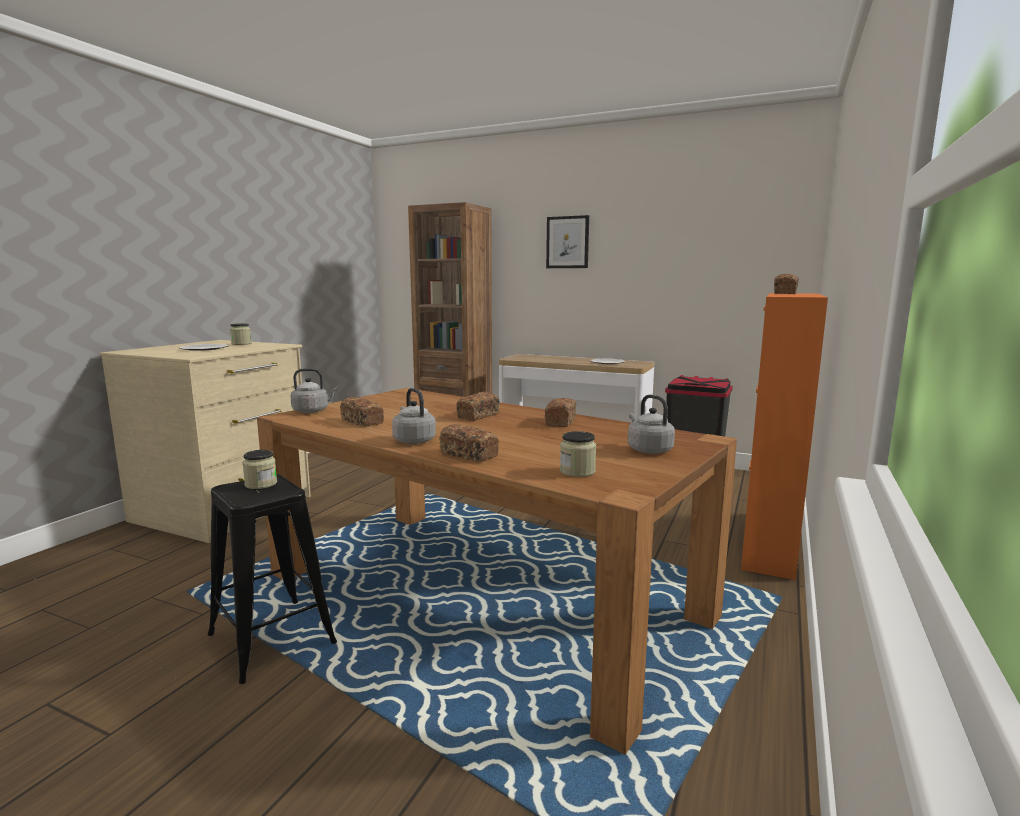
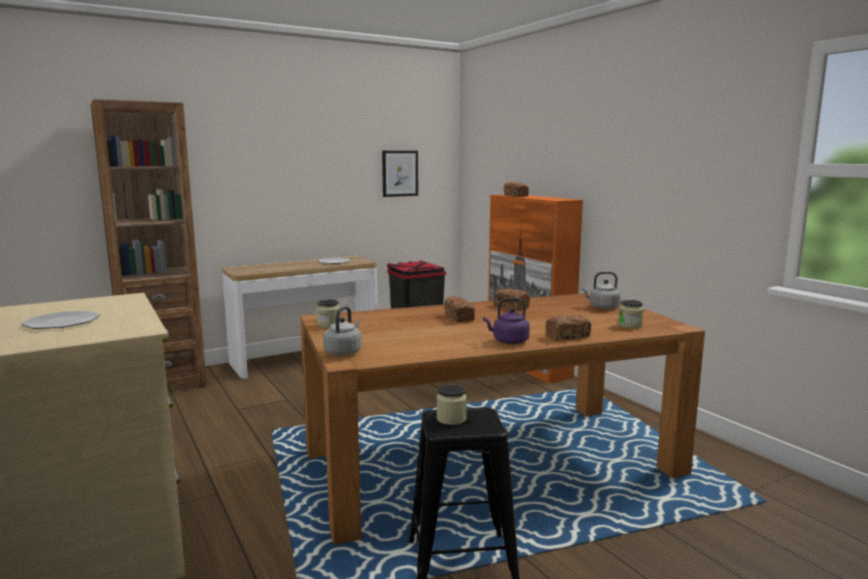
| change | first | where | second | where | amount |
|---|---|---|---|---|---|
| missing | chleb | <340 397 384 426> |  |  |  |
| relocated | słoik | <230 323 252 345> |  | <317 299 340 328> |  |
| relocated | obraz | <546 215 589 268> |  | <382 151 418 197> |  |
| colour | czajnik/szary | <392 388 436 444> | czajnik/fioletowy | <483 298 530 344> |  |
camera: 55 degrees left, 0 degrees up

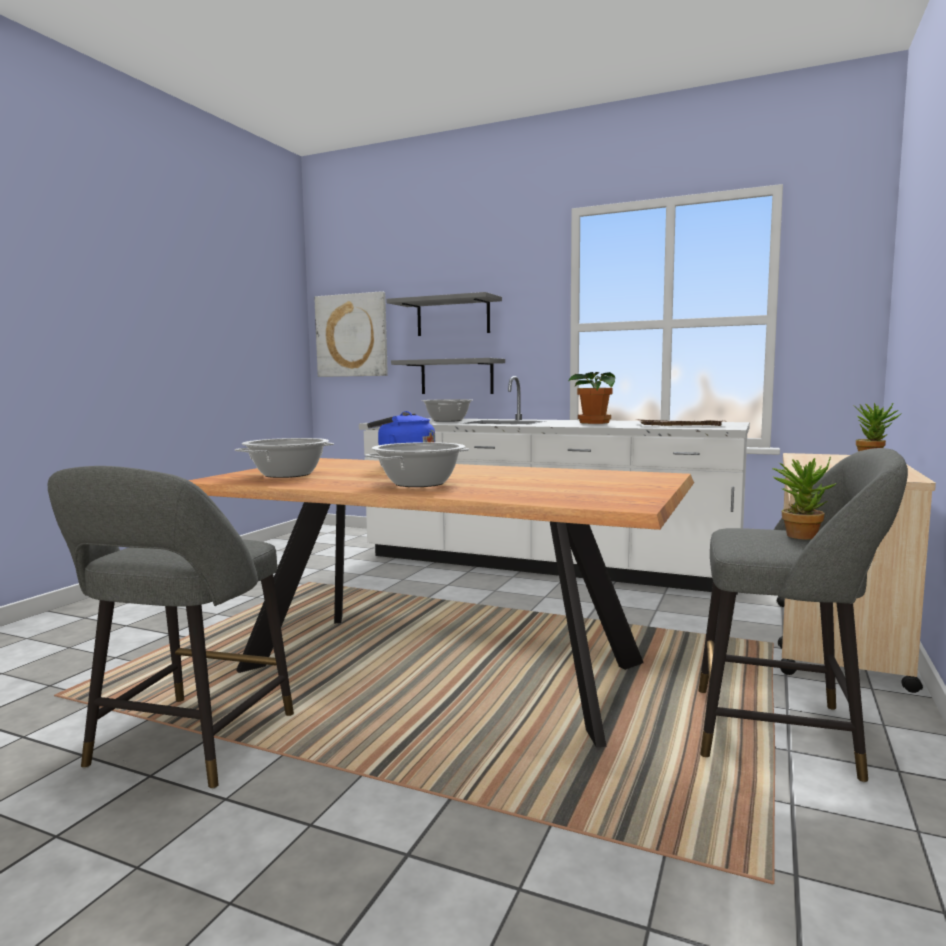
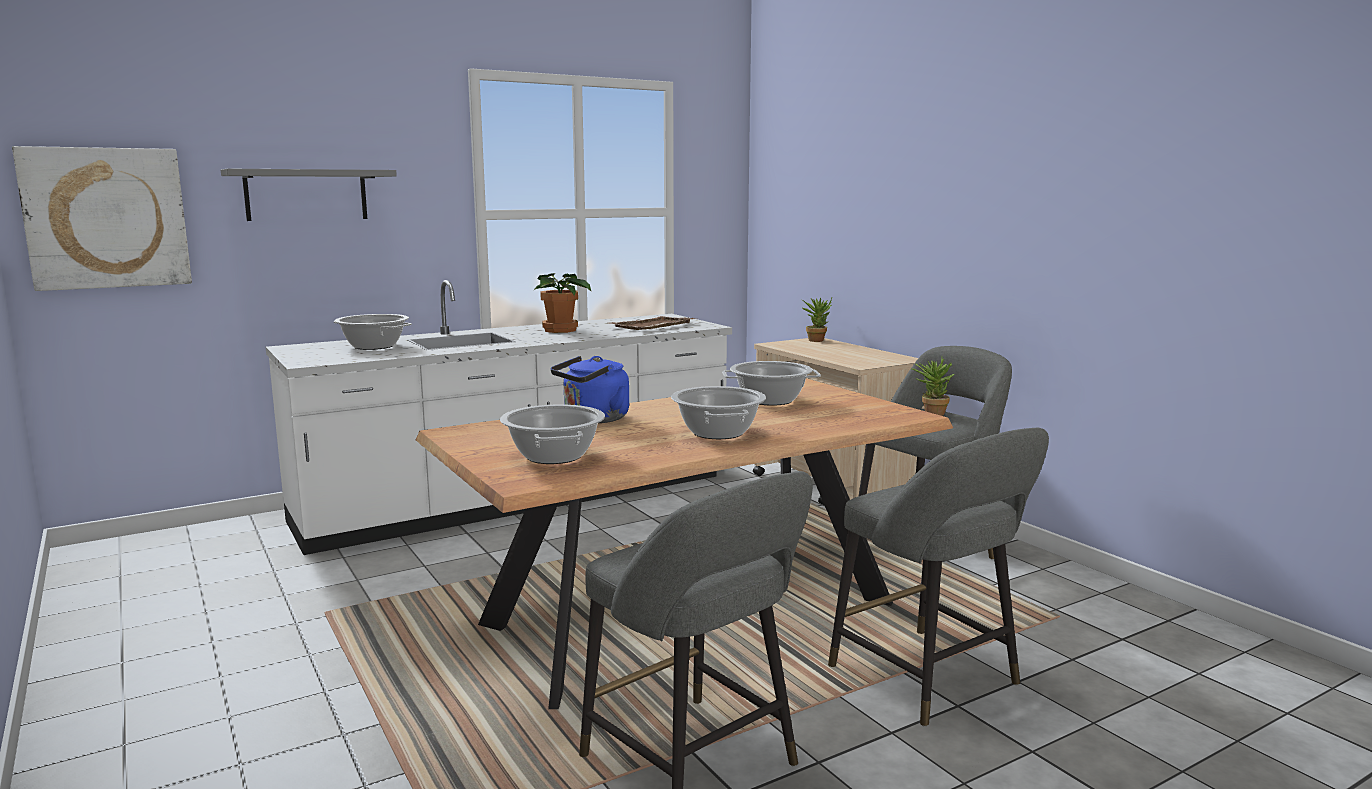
| change | first | where | second | where | amount |
|---|---|---|---|---|---|
| missing | półka/szary | <391 358 505 394> |  |  |  |
| appeared |  |  | garnek | <722 361 821 406> |  |
| appeared |  |  | stołek/szary | <828 428 1049 727> |  |
camera: 55 degrees left, 5 degrees up

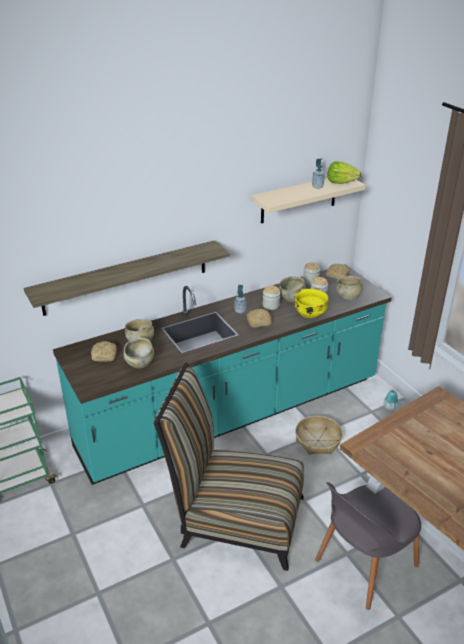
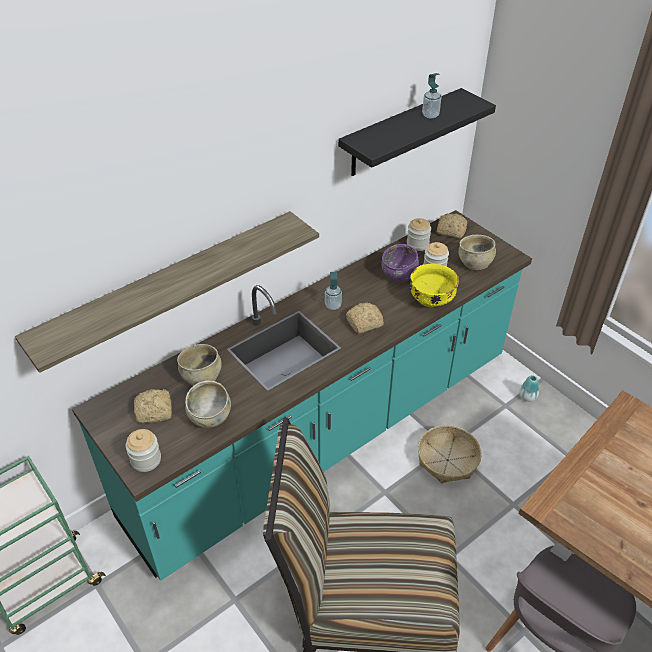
| change | first | where | second | where | amount |
|---|---|---|---|---|---|
| missing | sałata | <328 161 361 184> |  |  |  |
| relocated | słoik | <263 285 280 310> |  | <126 429 161 472> |  |
| colour | półka/beżowy | <251 178 366 223> | półka/czarny | <338 88 496 176> |  |
| colour | miska/beżowy | <279 276 306 302> | miska/fioletowy | <381 244 419 282> |  |
camera: 10 degrees left, 10 degrees up

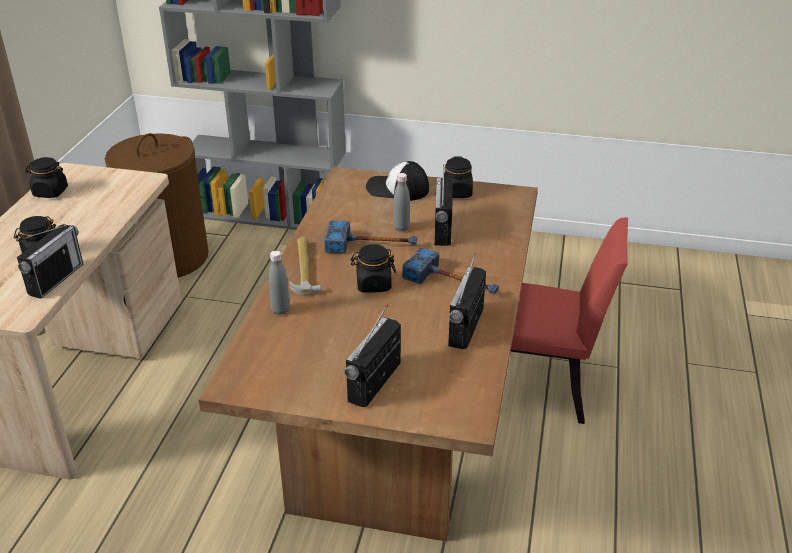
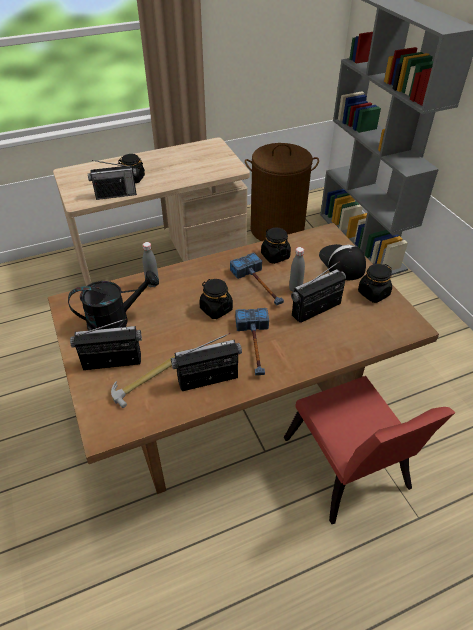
| change | first | where | second | where | amount |
|---|---|---|---|---|---|
| appeared |  |  | konewka/czarny | <68 270 159 331> |  |
| relocated | słoik/czarny | <26 157 68 198> |  | <261 227 291 264> |  |
| relocated | młotek | <289 237 322 295> |  | <111 351 181 408> |  |
camera: 55 degrees right, 10 degrees up

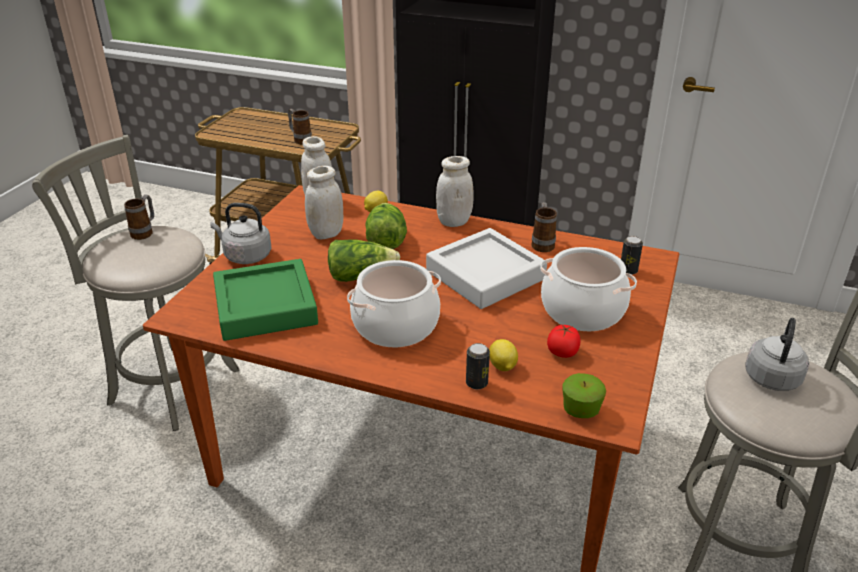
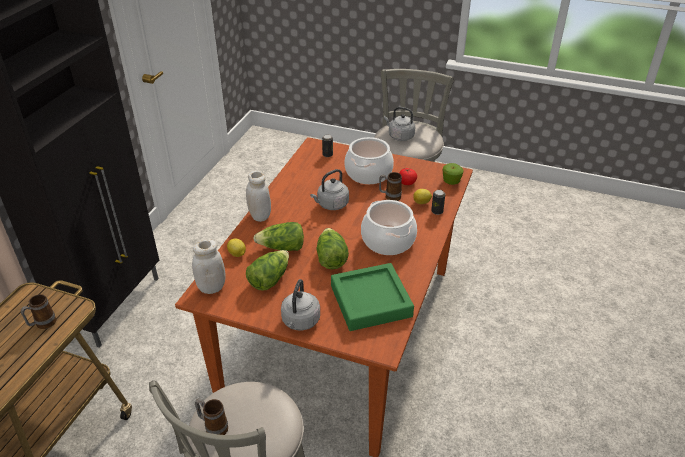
| change | first | where | second | where | amount |
|---|---|---|---|---|---|
| relocated | kubek | <531 202 557 252> |  | <379 172 402 201> |  |
| exchanged | słoik/biały | <305 166 343 239> | sałata | <246 250 289 290> |  |
| exchanged | taca/szary | <426 228 547 309> | czajnik/szary | <310 169 349 210> |  |
camera: 90 degrees left, 5 degrees up

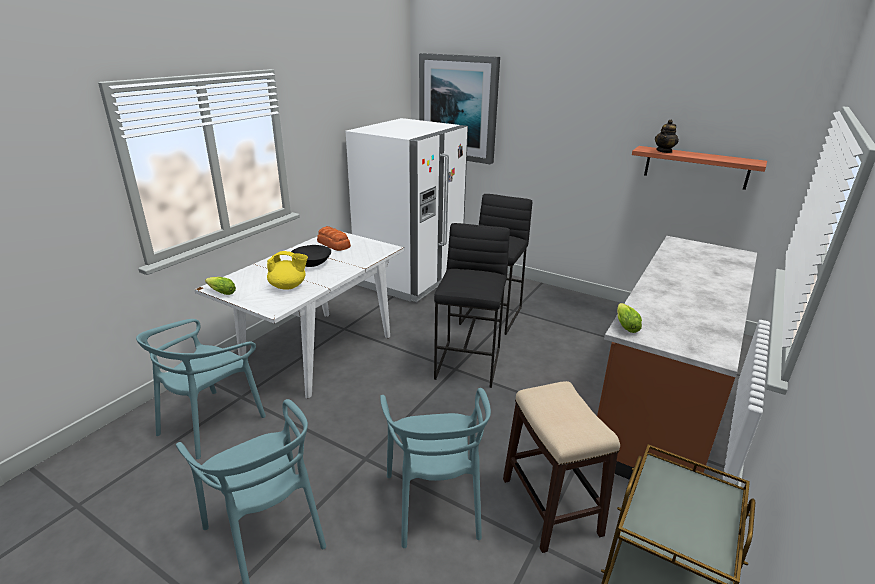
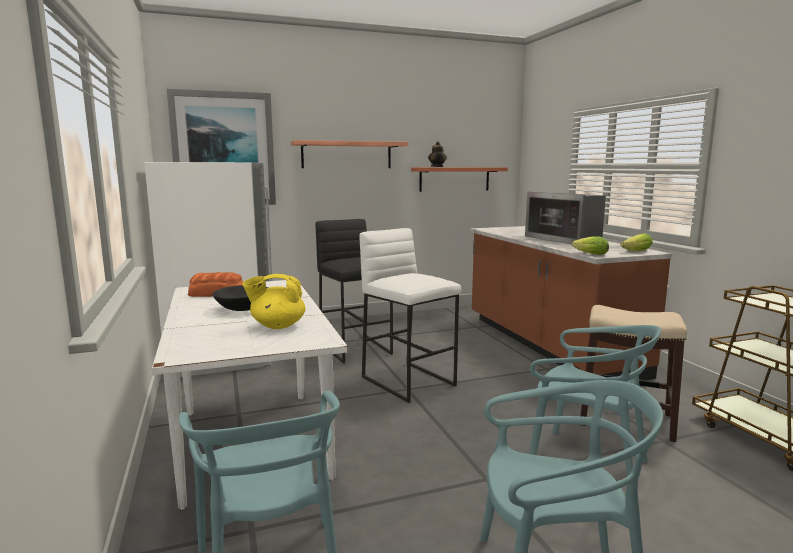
| change | first | where | second | where | amount |
|---|---|---|---|---|---|
| appeared |  |  | półka | <291 140 409 168> |  |
| appeared |  |  | mikrofalówka | <525 192 606 244> |  |
| relocated | sałata | <205 277 236 295> |  | <620 233 652 251> |  |
| colour | stołek/czarny | <434 223 510 388> | stołek/biały | <360 228 461 403> |  |
| spun | imbryk/żółty | <267 251 308 289> |  | <242 274 306 329> | 135 degrees counterclockwise |
camera: 50 degrees left, 15 degrees down

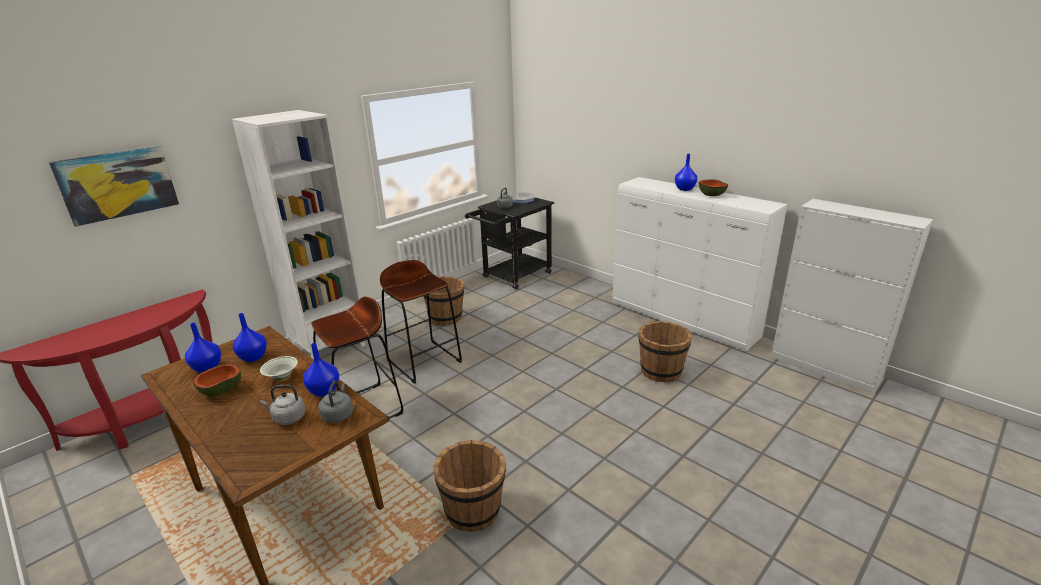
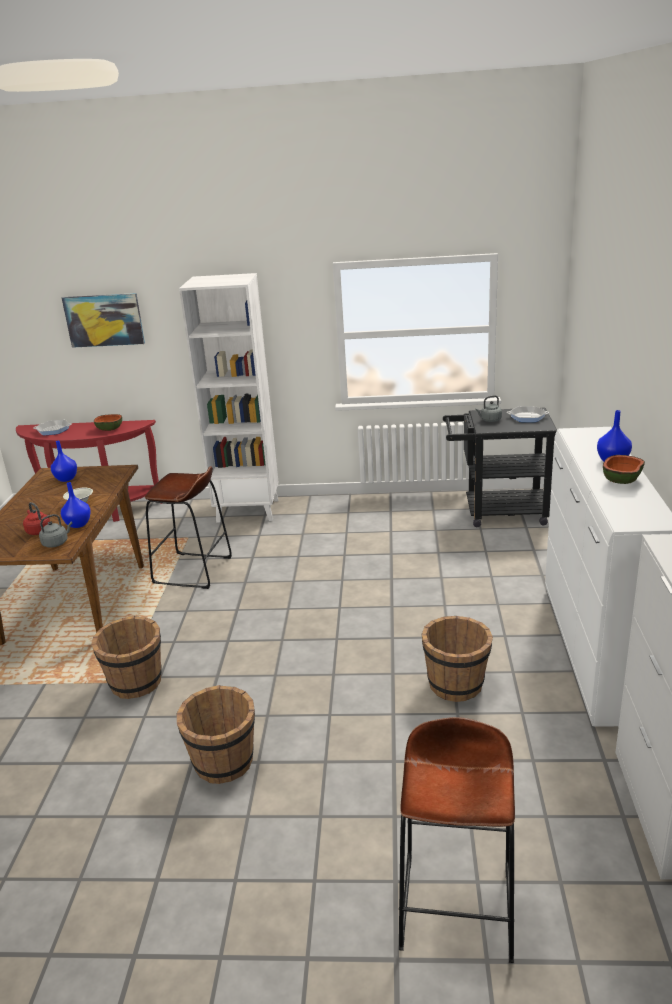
| change | first | where | second | where | amount |
|---|---|---|---|---|---|
| missing | wazon/niebieski | <233 313 267 362> |  |  |  |
| appeared |  |  | patelnia | <33 420 72 435> |  |
| relocated | miska | <193 363 241 396> |  | <94 414 122 431> |  |
| relocated | stołek/brązowy | <380 260 462 384> |  | <399 717 515 963> |  |
| relocated | wiadro/brązowy | <423 276 464 325> |  | <177 685 255 784> |  |
| colour | czajnik/szary | <260 384 306 425> | czajnik/czerwony | <23 502 50 535> |  |
camera: 50 degrees right, 0 degrees up

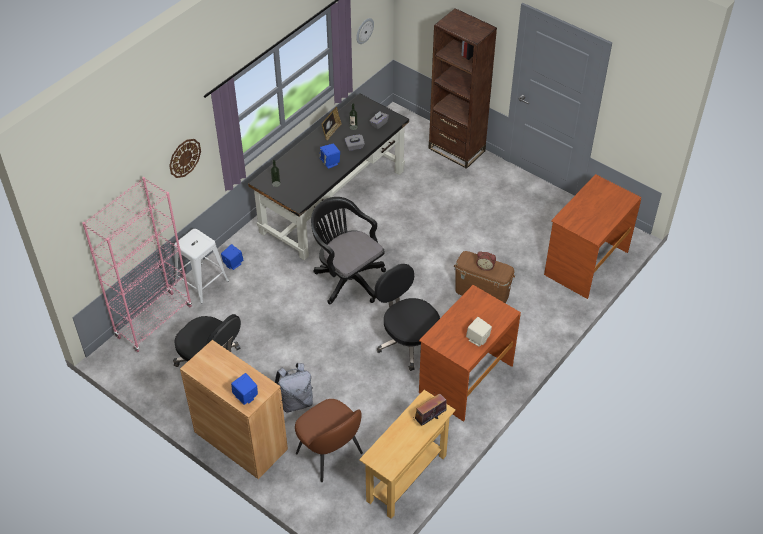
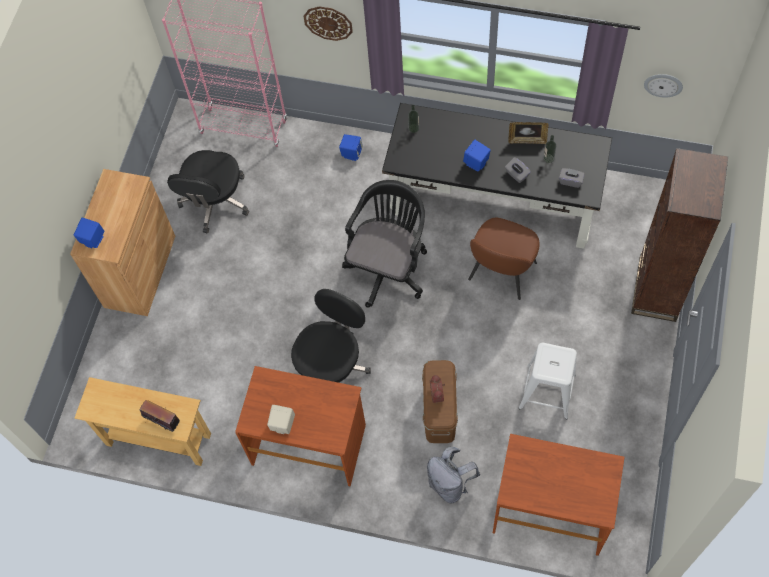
| change | first | where | second | where | amount |
|---|---|---|---|---|---|
| relocated | stołek/biały | <174 229 229 304> |  | <519 343 577 420> |  |
| relocated | plecak/szary | <275 363 313 413> |  | <427 447 480 503> |  |
| relocated | krzesło/brązowy | <295 399 363 482> |  | <468 218 540 300> |  |
camera: 70 degrees right, 15 degrees up

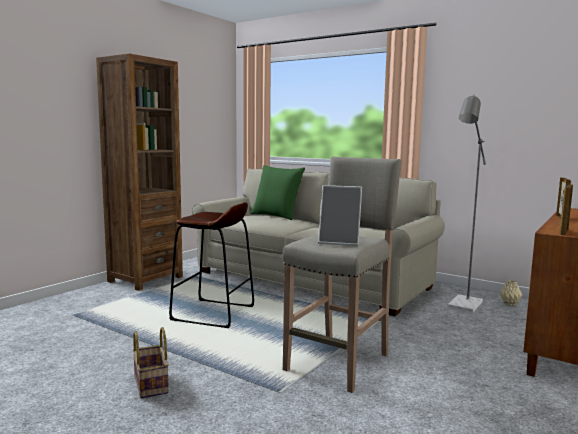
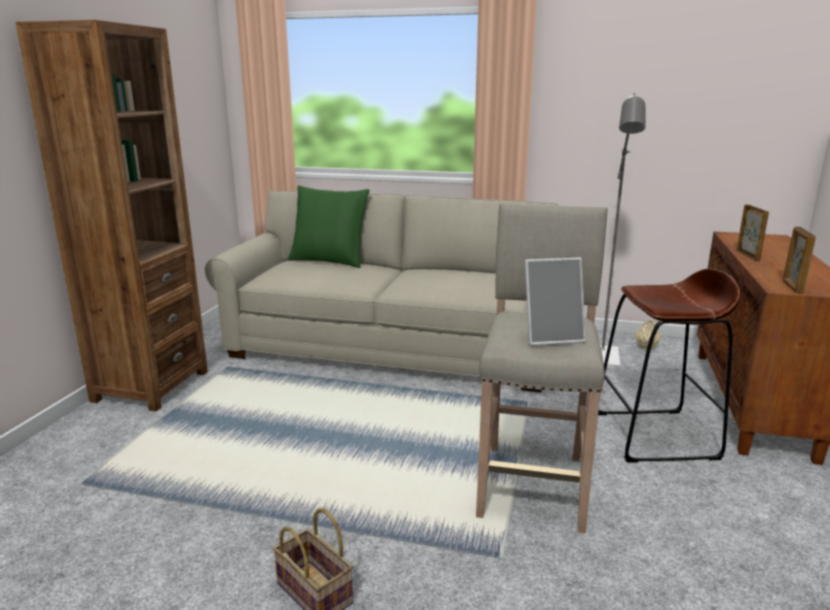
| change | first | where | second | where | amount |
|---|---|---|---|---|---|
| relocated | stołek/brązowy | <169 202 254 328> |  | <598 269 740 462> |  |
camera: 20 degrees left, 10 degrees up

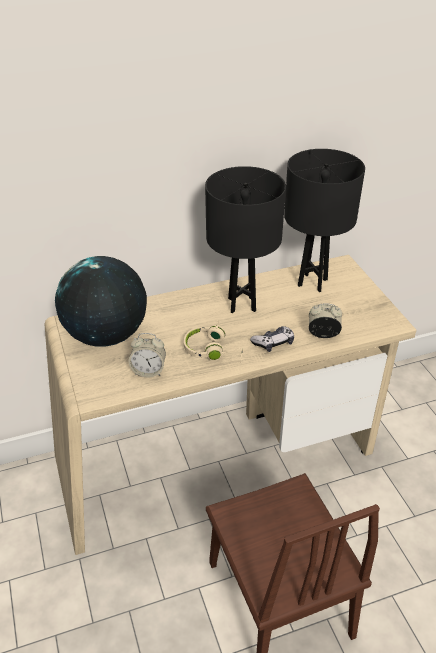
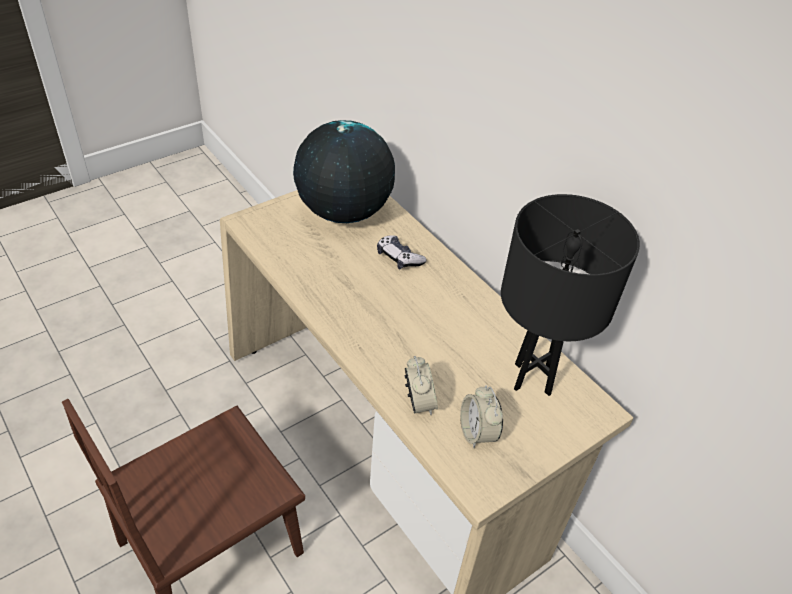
| change | first | where | second | where | amount |
|---|---|---|---|---|---|
| missing | słuchawki/beżowy | <184 320 243 363> |  |  |  |
| missing | lampa stołowa/czarny | <205 166 286 313> |  |  |  |
| relocated | budzik | <128 333 166 377> |  | <460 385 503 448> |  |
| relocated | pad do gier | <250 326 294 352> |  | <377 235 427 270> |  |
camera: 70 degrees right, 5 degrees up

